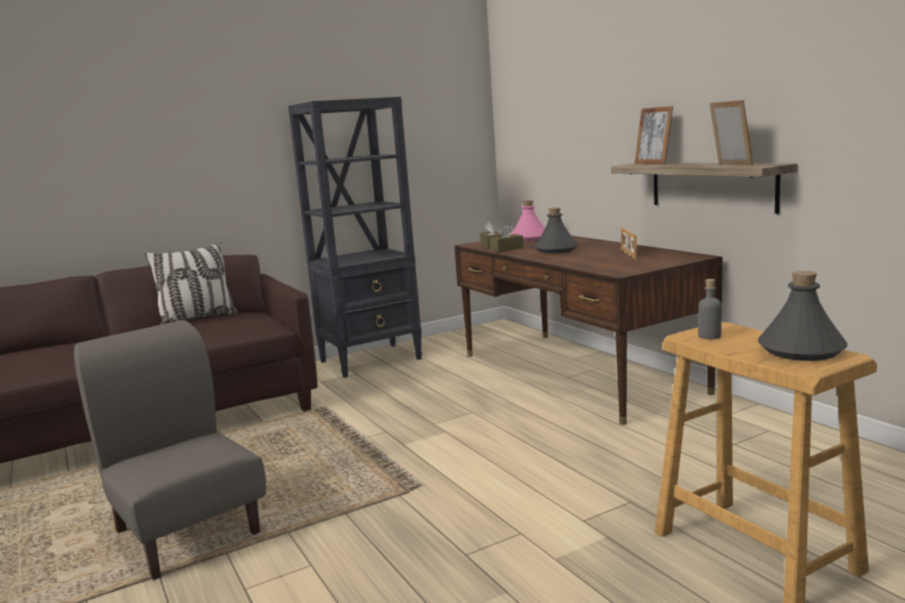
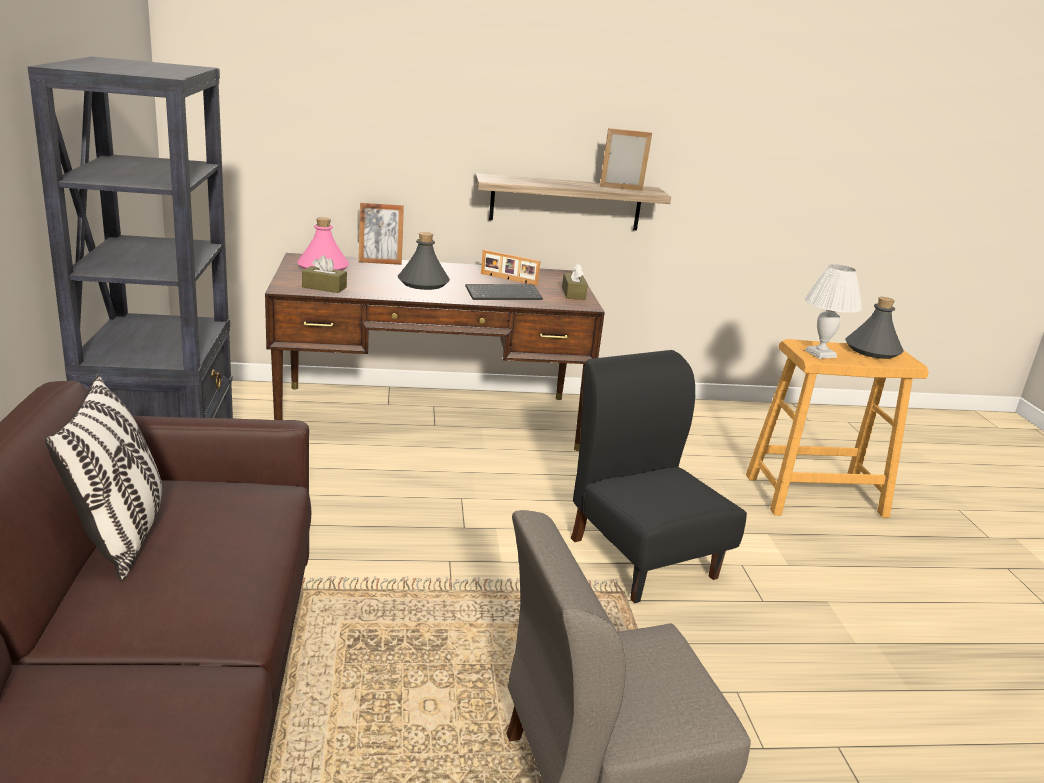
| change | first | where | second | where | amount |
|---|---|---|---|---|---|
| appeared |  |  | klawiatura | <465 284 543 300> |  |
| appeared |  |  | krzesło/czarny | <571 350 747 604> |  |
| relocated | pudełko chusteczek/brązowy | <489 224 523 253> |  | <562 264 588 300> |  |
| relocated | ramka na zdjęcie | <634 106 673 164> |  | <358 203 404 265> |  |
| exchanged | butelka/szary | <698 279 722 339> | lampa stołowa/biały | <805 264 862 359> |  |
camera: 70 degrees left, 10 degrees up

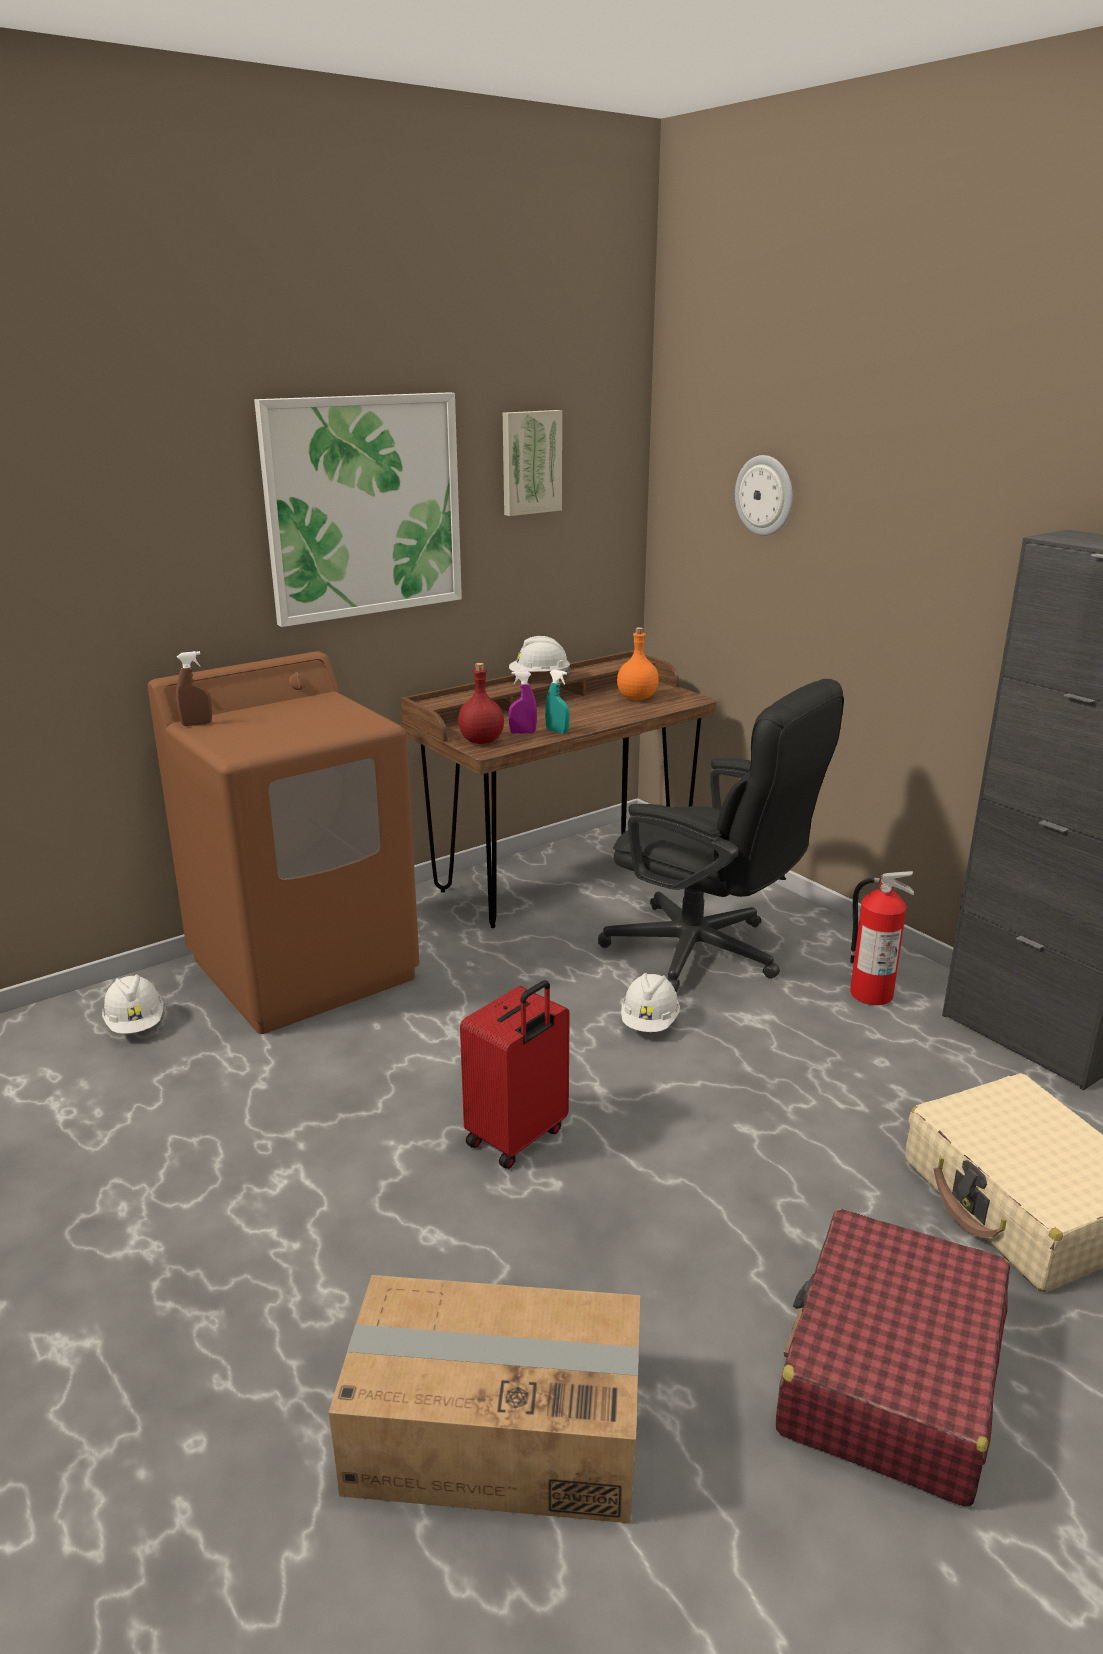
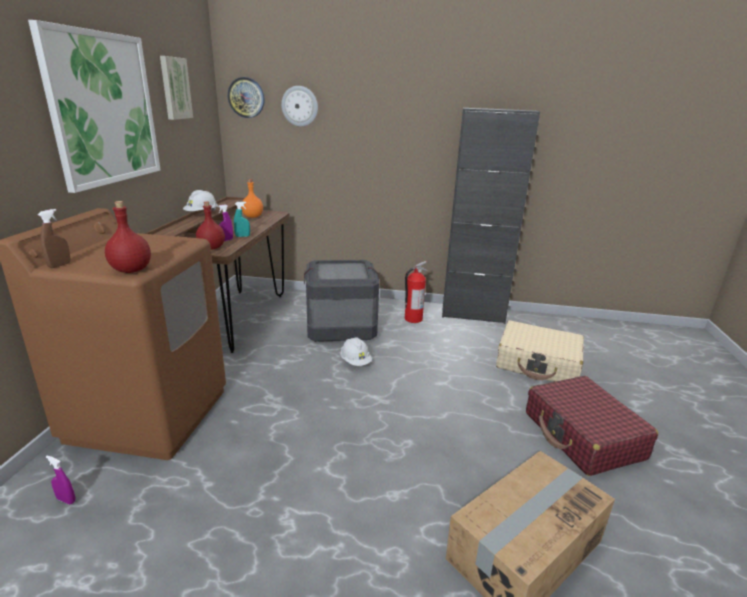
| change | first | where | second | where | amount |
|---|---|---|---|---|---|
| missing | walizka/czerwony | <460 980 570 1169> |  |  |  |
| appeared |  |  | butelka/czerwony | <105 201 151 273> |  |
| appeared |  |  | zegar ścienny | <228 77 265 118> |  |
| exchanged | kask/biały | <102 974 163 1034> | spryskiwacz/fioletowy | <46 456 75 504> |  |
| exchanged | krzesło biurowe/czarny | <598 679 844 993> | skrzynka | <304 260 379 342> |  |
camera: 45 degrees left, 0 degrees up

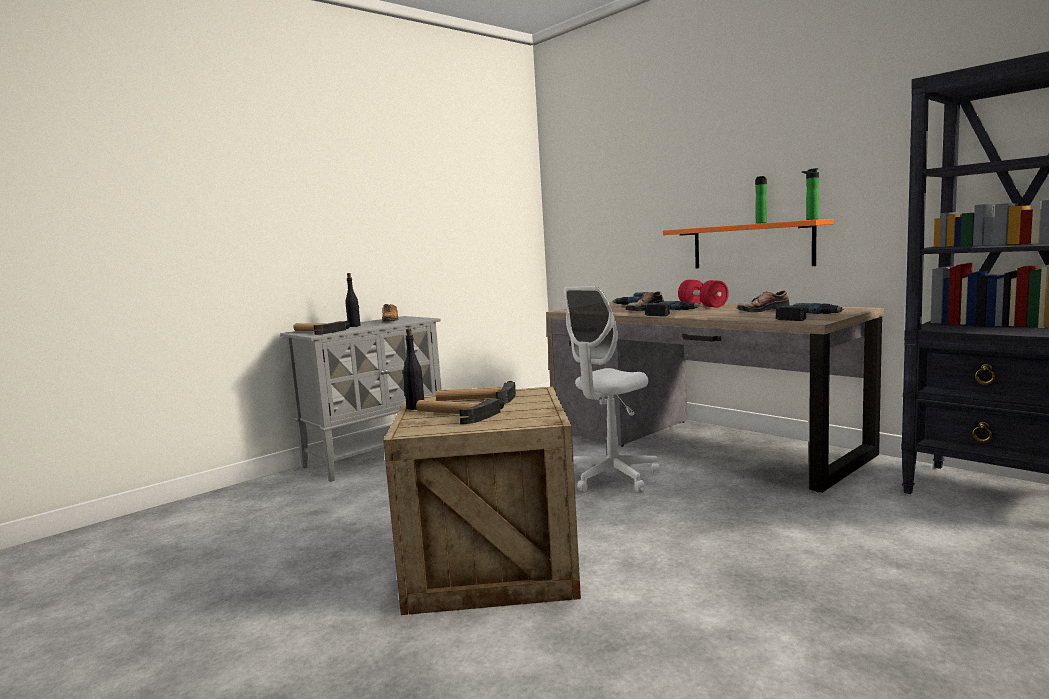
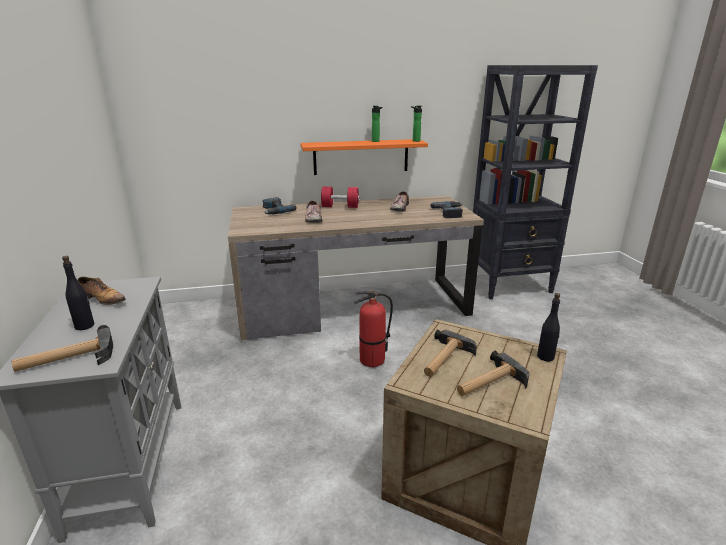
| change | first | where | second | where | amount |
|---|---|---|---|---|---|
| missing | wiertarka | <645 301 700 316> |  |  |  |
| relocated | butelka/czarny | <403 328 424 410> |  | <537 293 560 361> |  |
| exchanged | krzesło biurowe/biały | <564 287 659 492> | gaśnica | <354 290 393 367> |  |
camera: 60 degrees left, 15 degrees up

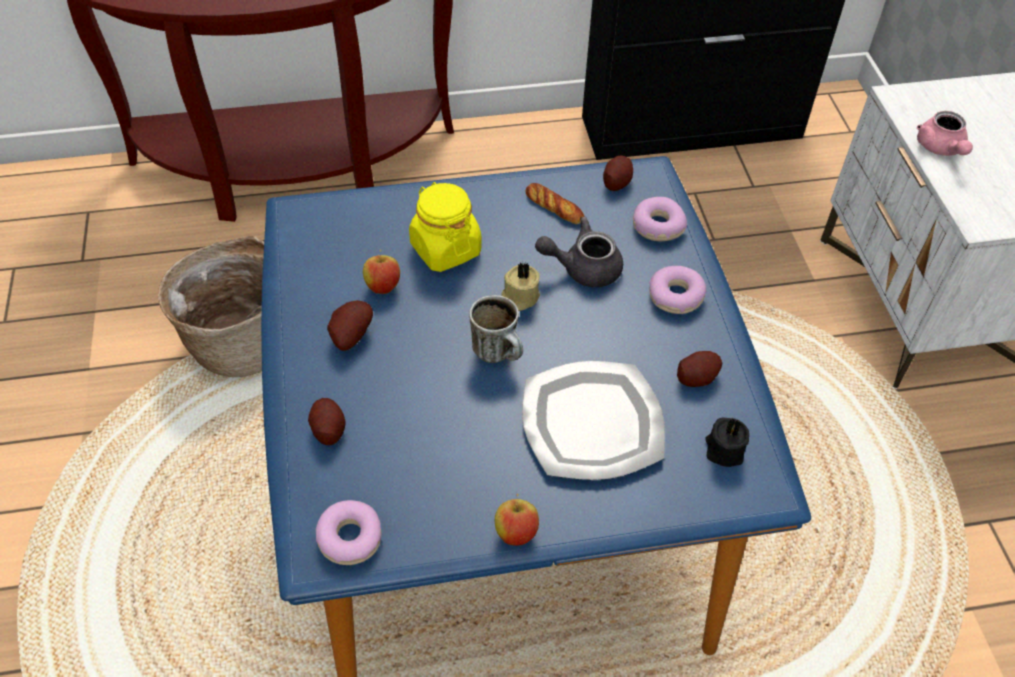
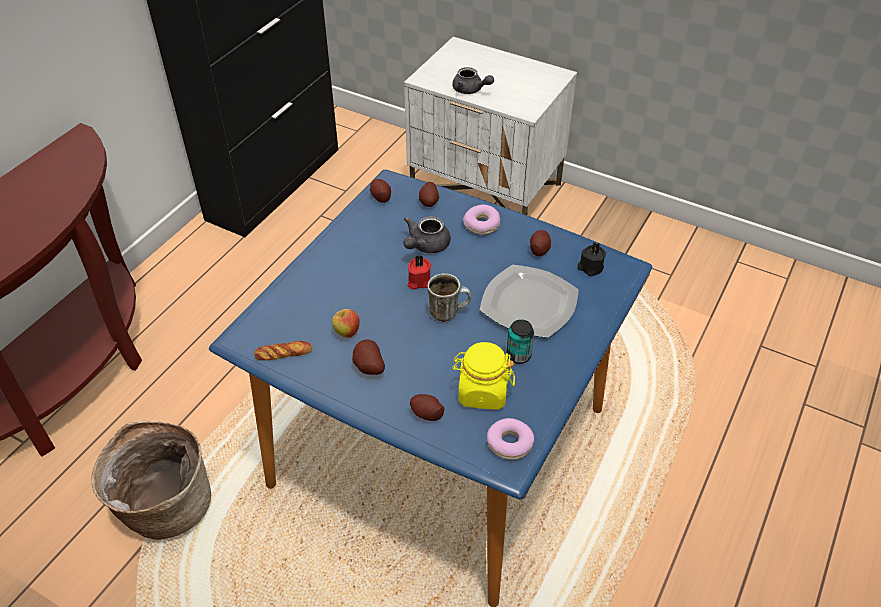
| change | first | where | second | where | amount |
|---|---|---|---|---|---|
| missing | jabłko | <495 494 539 546> |  |  |  |
| appeared |  |  | puszka | <506 319 534 364> |  |
| relocated | słoik/żółty | <409 182 482 272> |  | <452 342 515 410> |  |
| relocated | chleb | <525 183 584 224> |  | <254 341 312 361> |  |
| exchanged | donut | <633 197 687 241> | ziemniak | <419 182 439 207> |  |
| colour | świeca/beżowy | <501 263 540 311> | świeca/czerwony | <408 255 431 290> |  |
| colour | imbryk/różowy | <917 111 973 156> | imbryk/szary | <452 67 494 94> |  |
camera: 50 degrees left, 5 degrees down

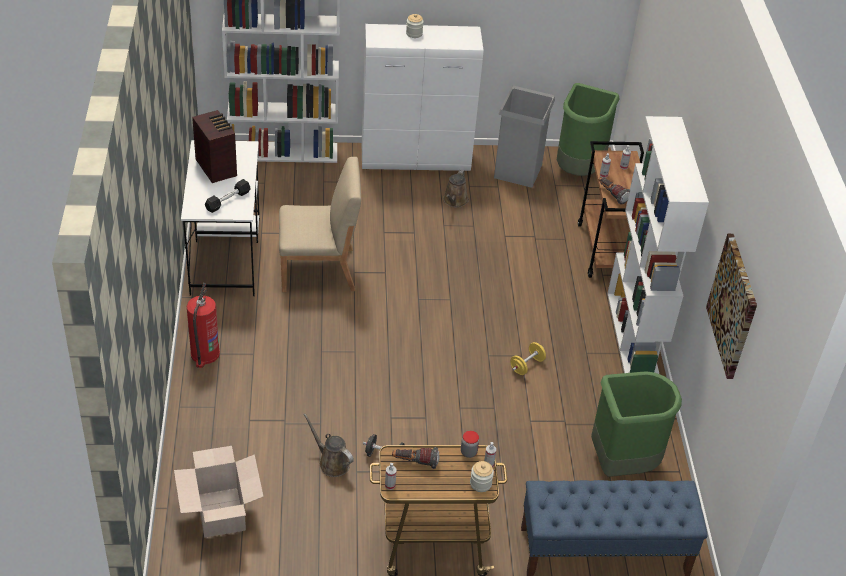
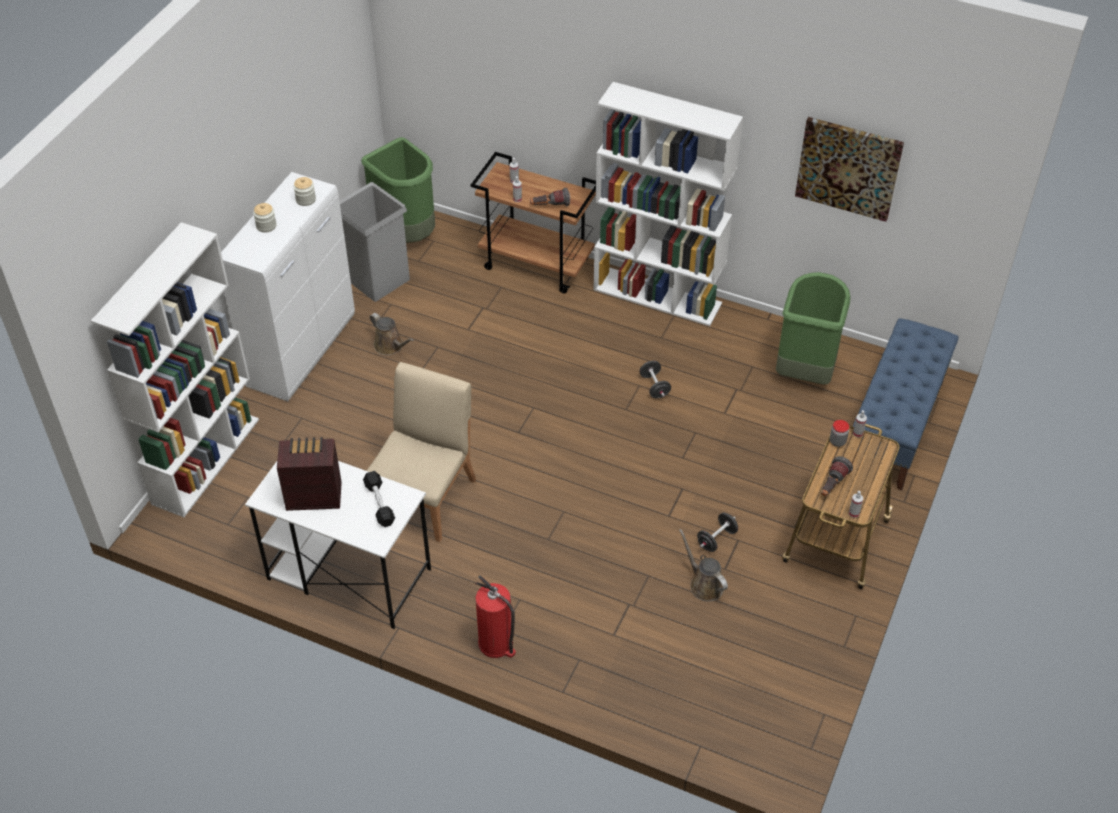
| change | first | where | second | where | amount |
|---|---|---|---|---|---|
| missing | karton | <174 446 264 538> |  |  |  |
| relocated | słoik | <470 461 494 492> |  | <293 177 316 206> |  |
| colour | hantel/żółty | <510 342 546 375> | hantel/czarny | <639 361 671 398> |  |
| spun | konewka/brązowy | <303 413 354 477> |  | <679 529 728 602> | 75 degrees clockwise |
camera: 60 degrees left, 5 degrees up

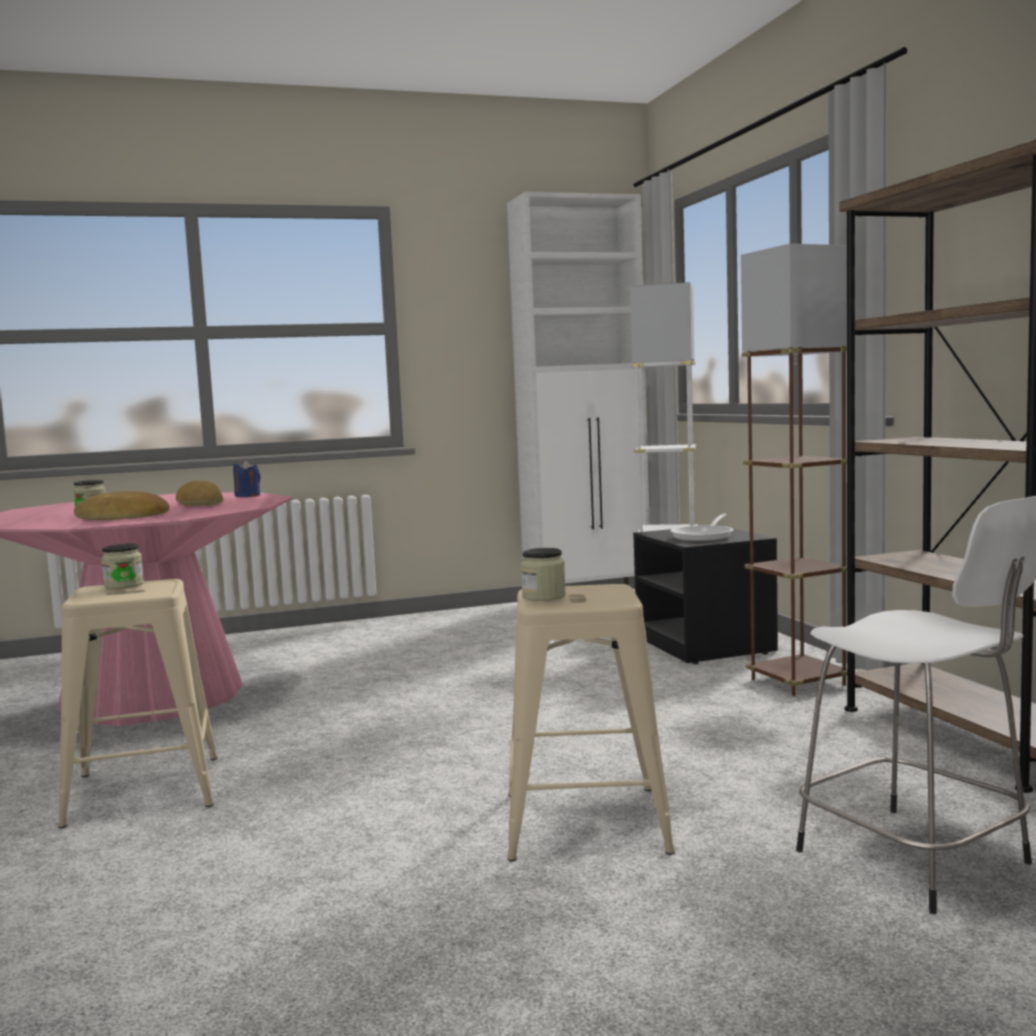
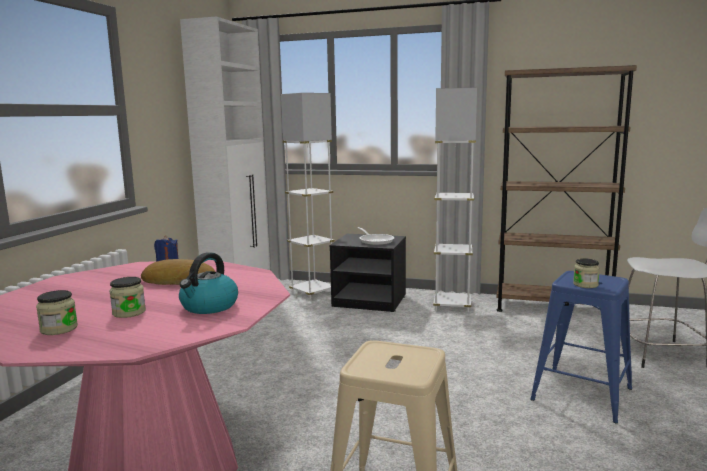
| change | first | where | second | where | amount |
|---|---|---|---|---|---|
| relocated | słoik | <101 544 144 589> |  | <36 290 78 335> |  |
| exchanged | chleb | <74 491 169 520> | czajnik | <179 252 238 314> |  |
| colour | stołek/beżowy | <507 584 675 861> | stołek/niebieski | <530 271 632 423> |  |
| colour | lampa stojąca/brązowy | <741 244 847 696> | lampa stojąca/biały | <433 87 477 312> |  |
camera: 55 degrees left, 5 degrees up

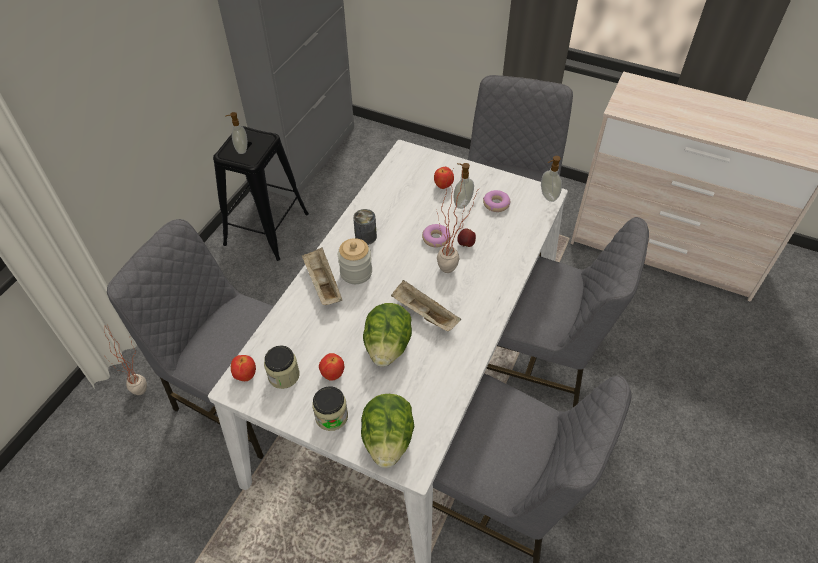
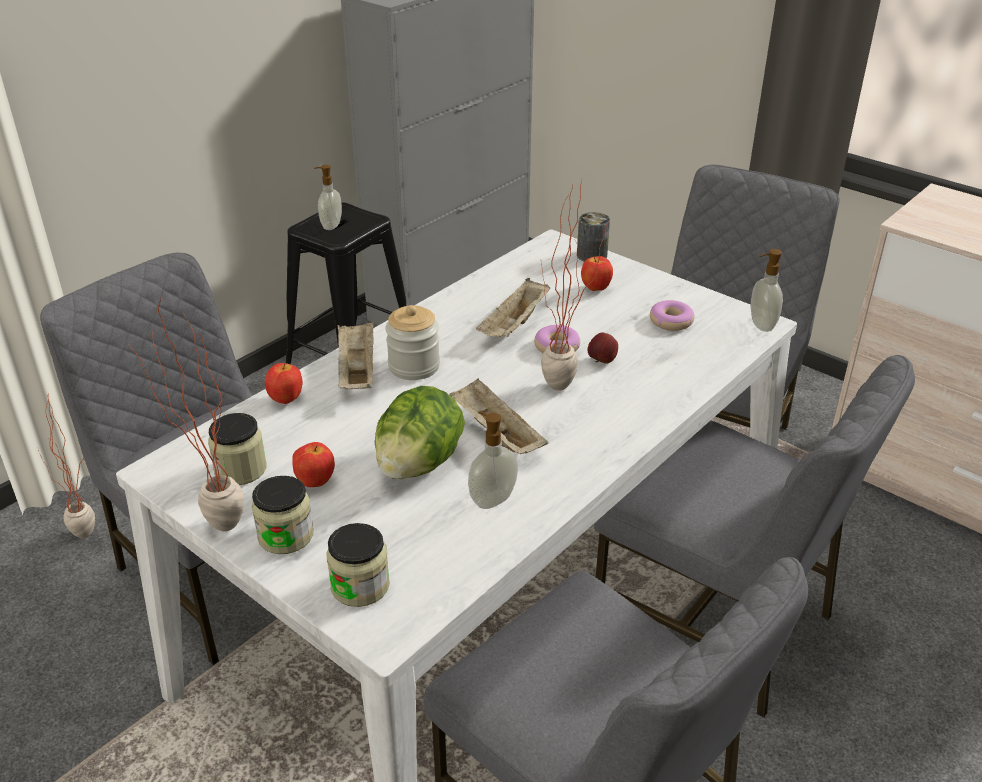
| change | first | where | second | where | amount |
|---|---|---|---|---|---|
| appeared |  |  | roślina doniczkowa | <129 297 244 531> |  |
| appeared |  |  | taca/beżowy | <476 278 550 337> |  |
| relocated | jabłko | <231 355 256 381> |  | <265 363 303 404> |  |
| relocated | puszka | <353 209 377 245> |  | <577 212 610 262> |  |
| relocated | dozownik mydła | <454 163 474 209> |  | <468 411 518 509> |  |
| exchanged | sałata | <361 394 415 468> | słoik | <326 523 390 607> |  |
camera: 15 degrees right, 15 degrees down

